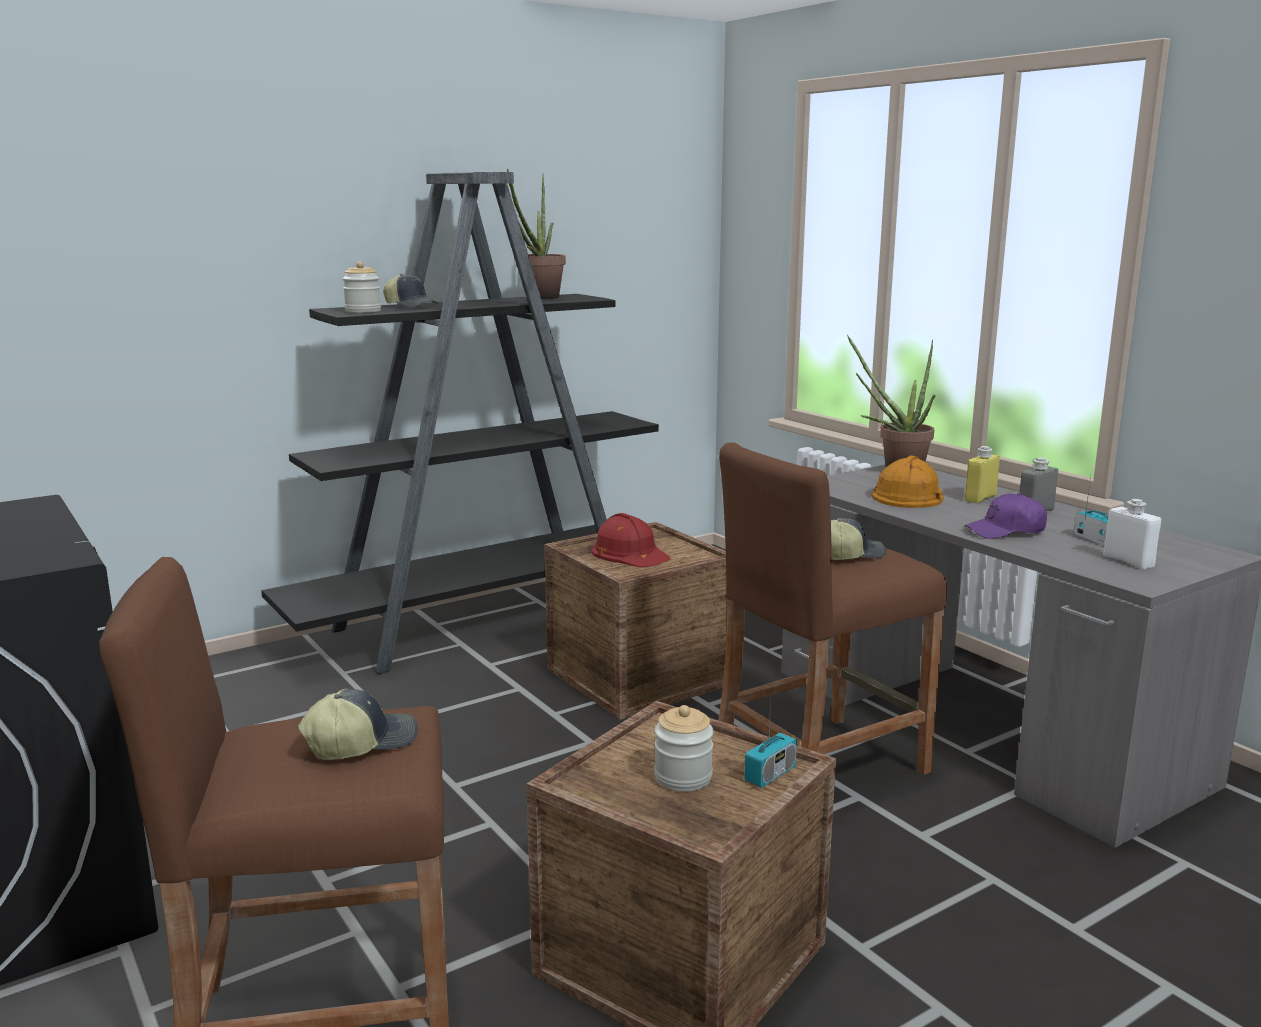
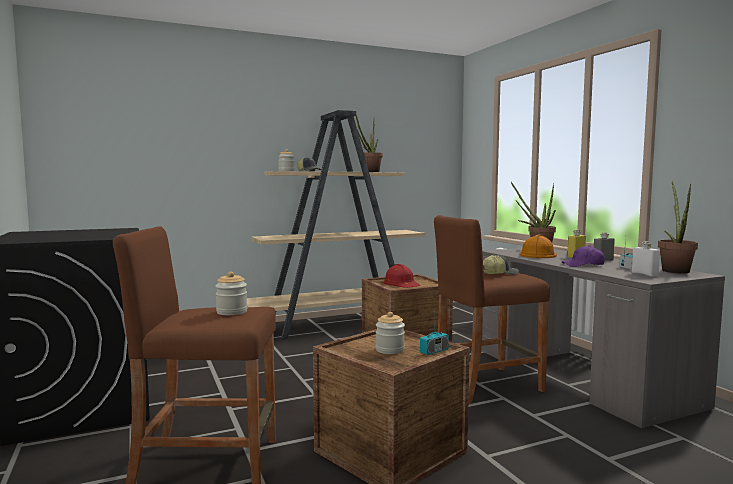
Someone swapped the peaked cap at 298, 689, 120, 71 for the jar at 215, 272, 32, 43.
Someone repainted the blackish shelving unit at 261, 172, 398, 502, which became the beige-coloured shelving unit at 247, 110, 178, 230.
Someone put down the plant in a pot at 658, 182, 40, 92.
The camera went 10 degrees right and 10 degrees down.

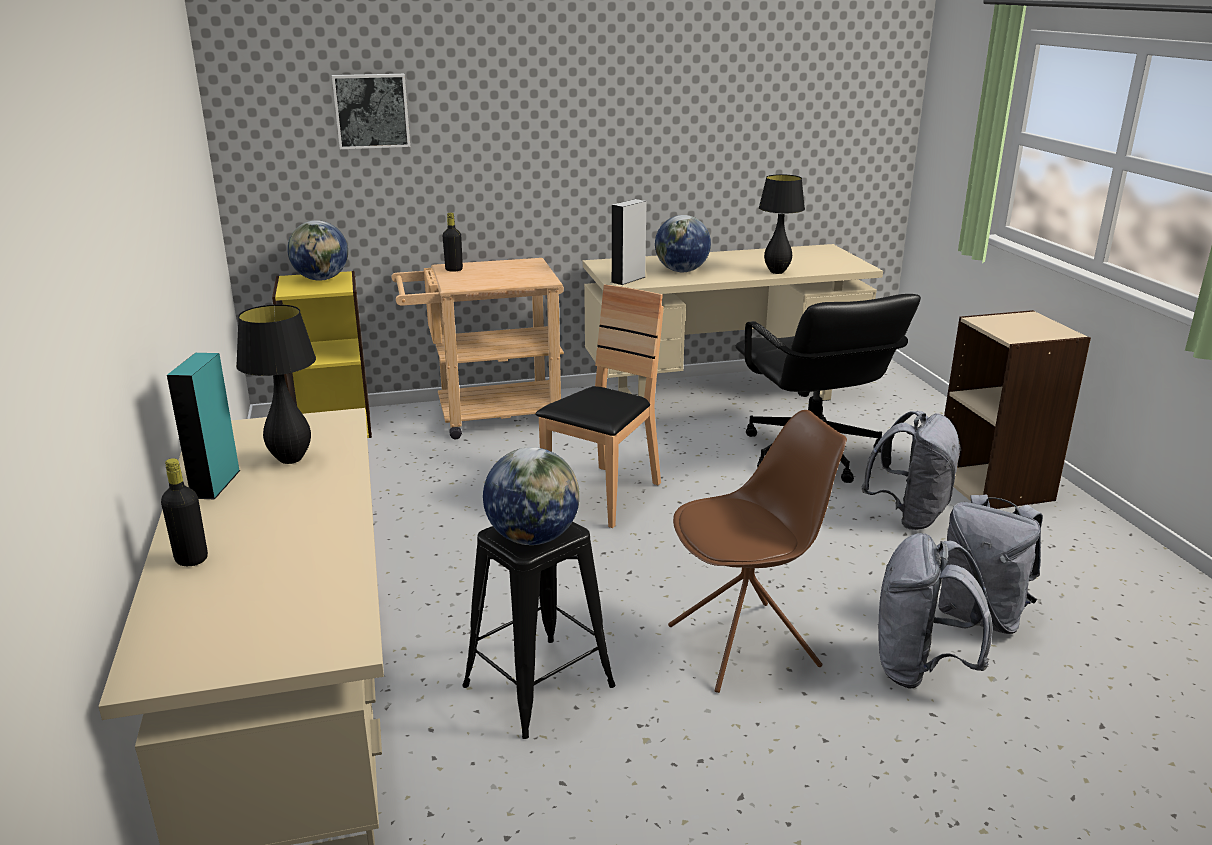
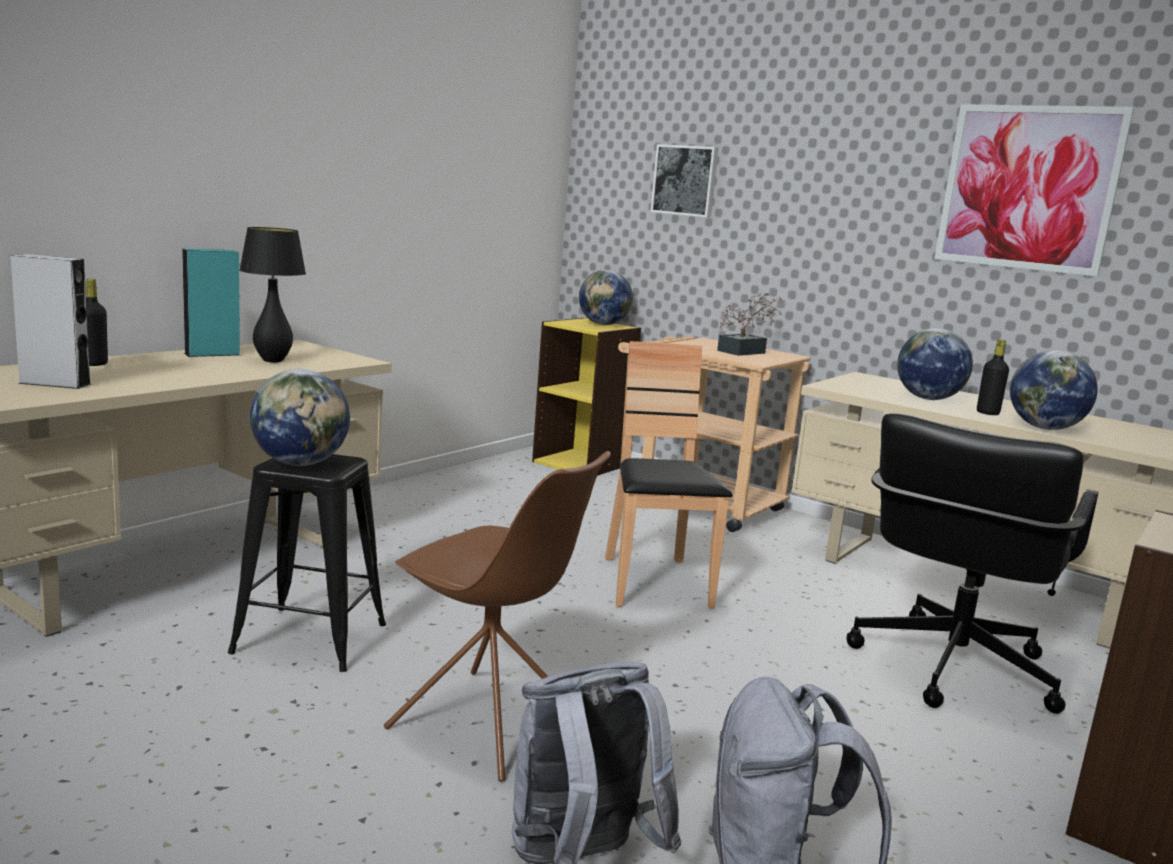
Someone carried the greyish speaker from 611, 199, 36, 86 to 11, 254, 80, 135.
Someone rotated the brownish chair at 536, 285, 128, 243 by 90 degrees counterclockwise.
Someone put down the plant in a pot at 717, 292, 65, 64.
Someone put up the wall picture at 934, 104, 200, 173.
Someone carried the blackish drink bottle from 443, 213, 20, 59 to 977, 339, 32, 76.
Someone swapped the blackish tabletop lamp at 759, 174, 46, 100 for the world globe at 1010, 350, 87, 80.
Someone took away the greyish rucksack at 861, 411, 100, 119.
The camera went 50 degrees right and 10 degrees down.

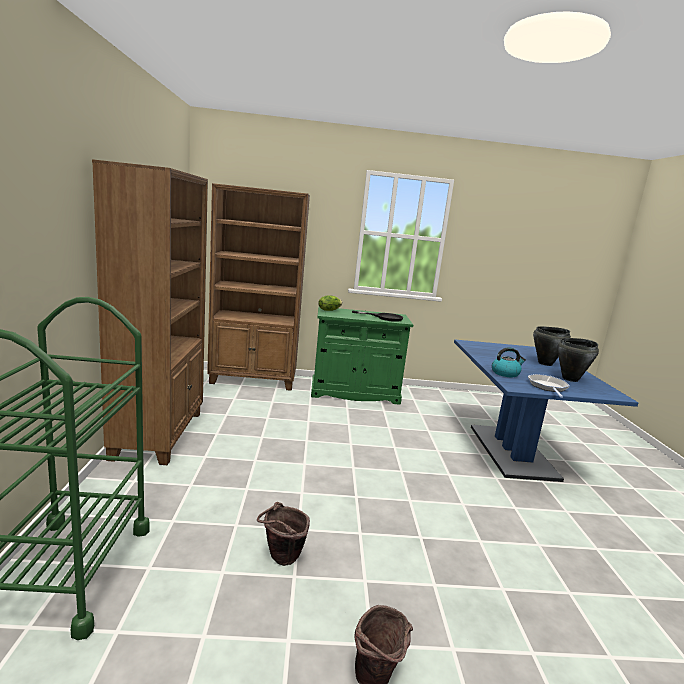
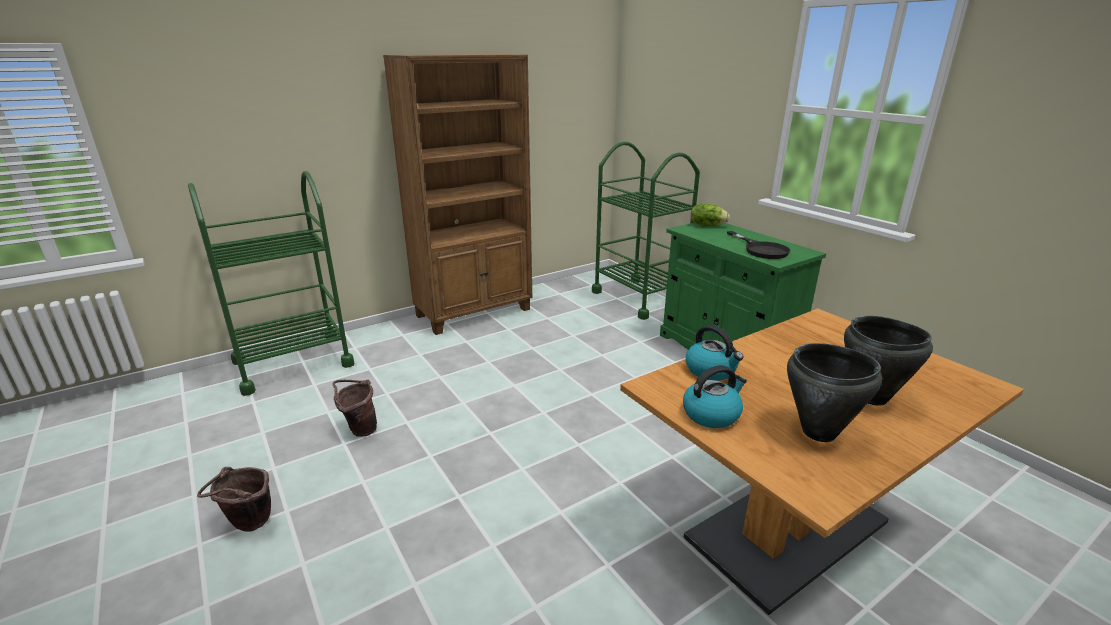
Someone swapped the brownish shelving unit at 207, 183, 103, 208 for the green-coloured wheeled cart at 592, 142, 108, 178.
Someone repainted the blue dinner table at 454, 340, 184, 142, which became the brownish dinner table at 620, 308, 404, 307.
Someone swapped the pan at 528, 374, 42, 24 for the kettle at 683, 365, 64, 63.
The camera went 60 degrees right and 10 degrees up.

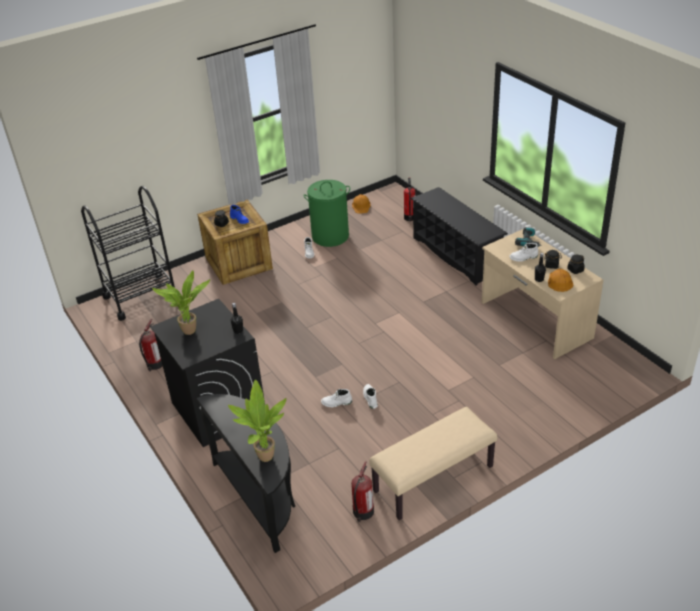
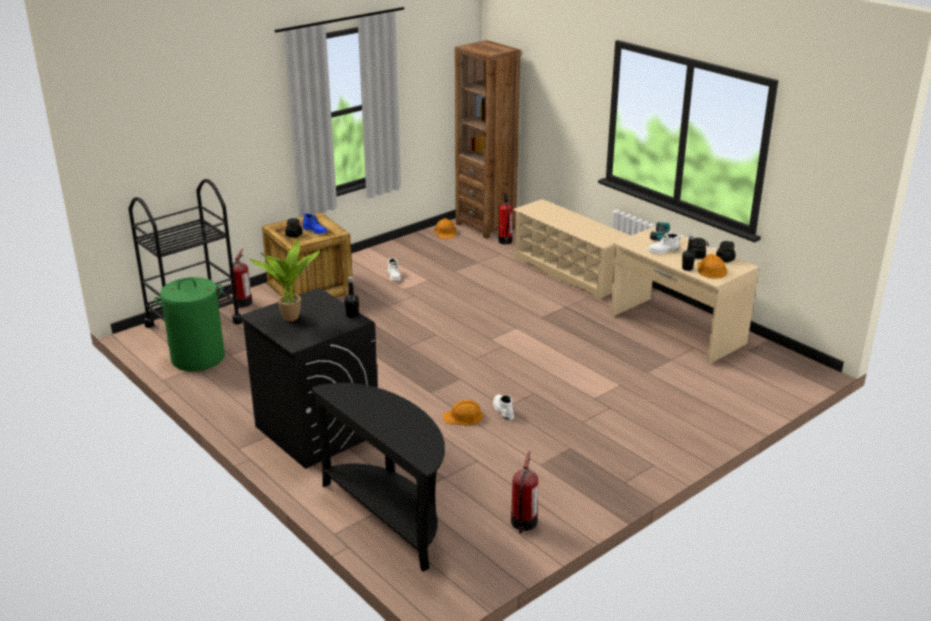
Someone carried the green-coloured laundry basket from 303, 180, 47, 67 to 154, 277, 71, 94.
Someone carried the fire-fighting cylinder from 139, 319, 24, 52 to 231, 249, 21, 60.
Someone swapped the white boot at 321, 389, 31, 18 for the orange hard hat at 443, 400, 40, 25.
Someone put down the brownish shelving unit at 455, 40, 66, 199.
Someone repainted the blackish shoe rack at 411, 187, 97, 99, which became the beige-coloured shoe rack at 513, 199, 117, 101.
Someone took away the plant in a pot at 228, 380, 59, 82.
Someone took away the beige-coloured long seat at 369, 407, 128, 113.
The camera went 10 degrees left and 10 degrees down.

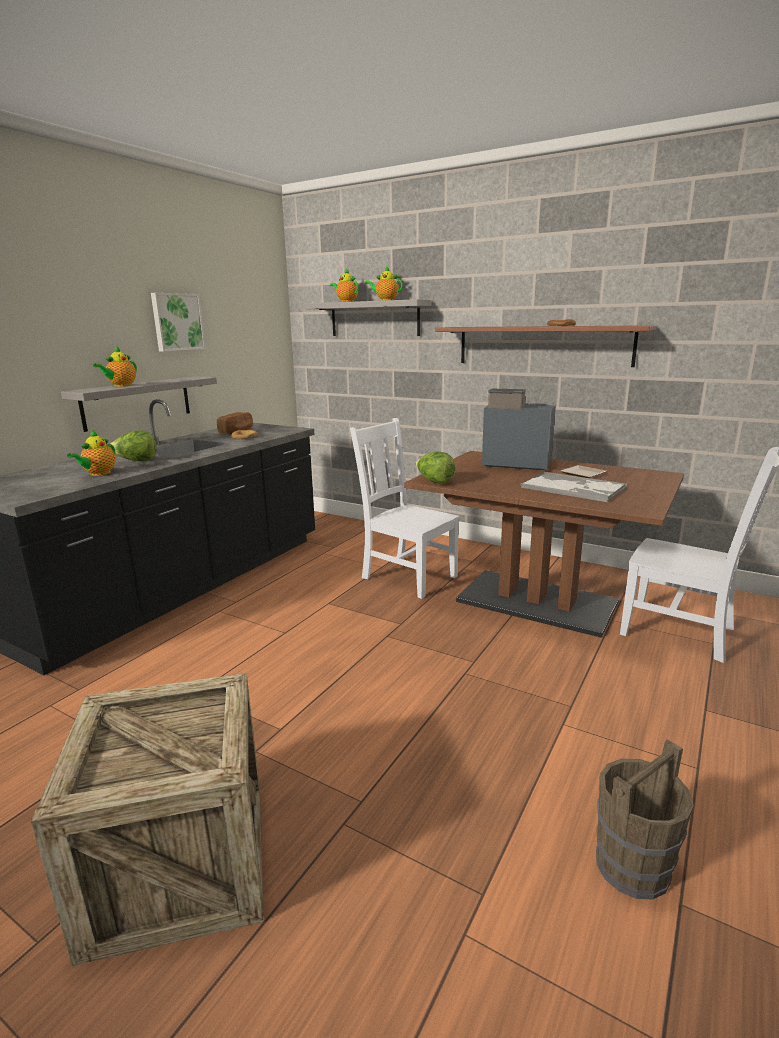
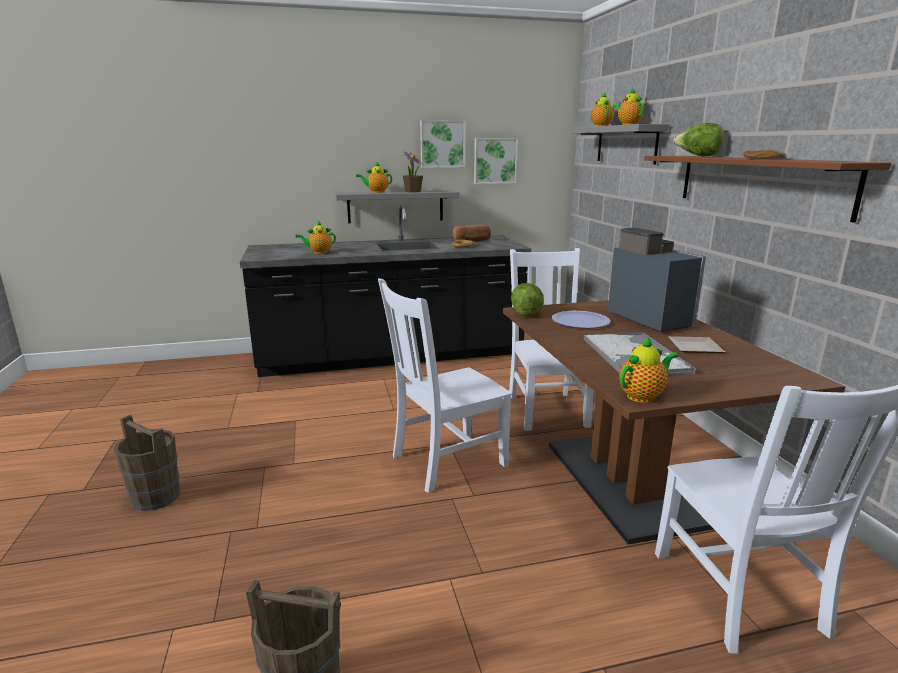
Someone swapped the crate at 31, 673, 232, 293 for the brownish pail at 114, 415, 66, 96.
Someone put down the white chair at 378, 278, 134, 215.
Someone put down the plant in a pot at 403, 152, 20, 40.
Someone put up the wall picture at 474, 138, 44, 46.
Someone put down the flat dish at 552, 311, 59, 17.
Someone put down the tea pot at 619, 336, 60, 67.
Someone carried the lettuce head from 110, 430, 47, 31 to 673, 123, 51, 33.
The camera went 45 degrees right and 0 degrees up.

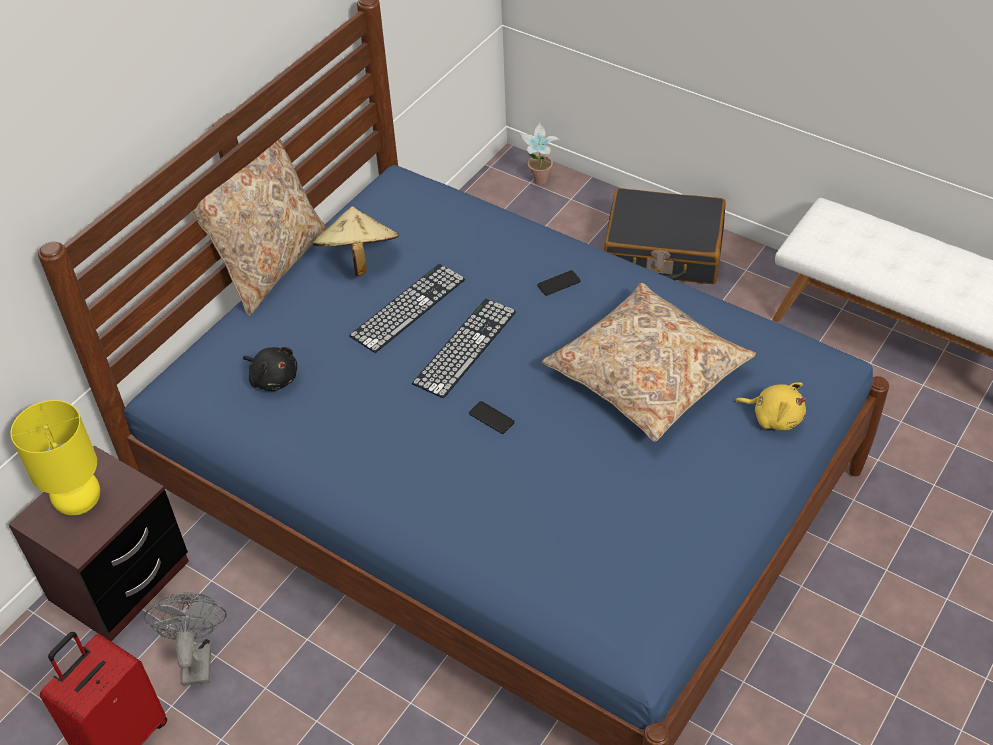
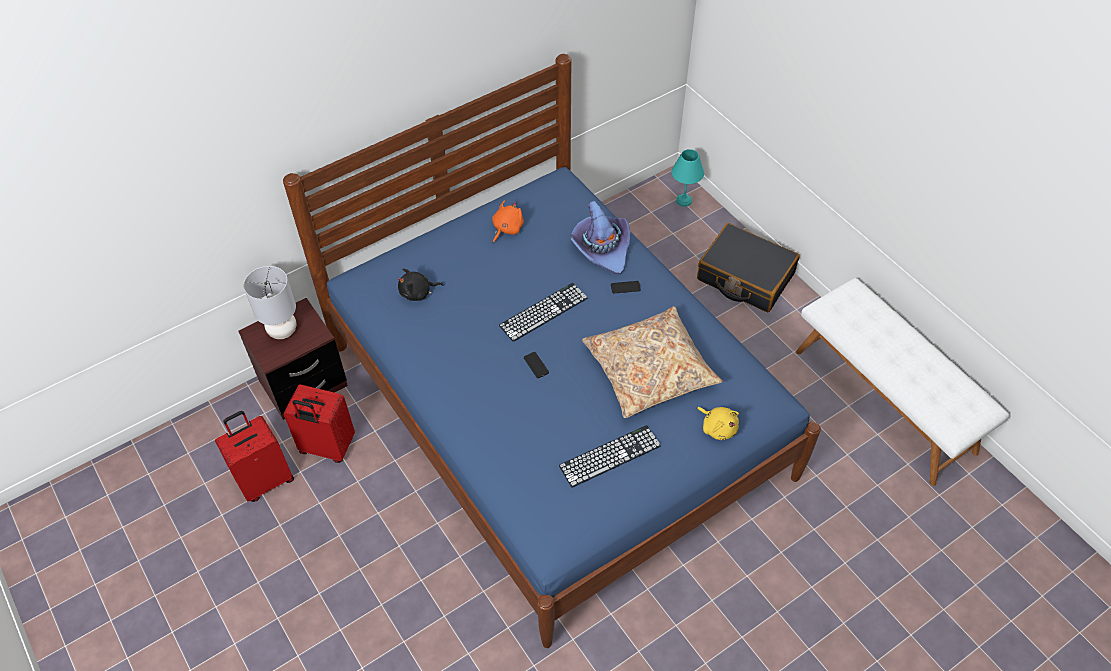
Someone repainted the yellow-coloured tabletop lamp at 11, 400, 89, 116, which became the greyish tabletop lamp at 244, 266, 52, 73.
Someone swapped the greyish cooling fan at 144, 593, 83, 93 for the reddish suitcase at 284, 384, 71, 79.
Someone rotated the blackish soft toy at 243, 347, 54, 44 by 105 degrees clockwise.
Someone swapped the beige-coloured clothing hat at 313, 206, 86, 70 for the orange soft toy at 492, 200, 32, 43.
Someone carried the PC keyboard from 349, 264, 116, 89 to 559, 425, 102, 63.
Someone put down the purple-coloured clothing hat at 570, 201, 61, 73.
Someone swapped the plant in a pot at 519, 122, 40, 63 for the blue-green tabletop lamp at 672, 149, 32, 58.
Someone took away the beige-coloured cushion at 191, 117, 136, 199.
The camera went 20 degrees right and 5 degrees up.

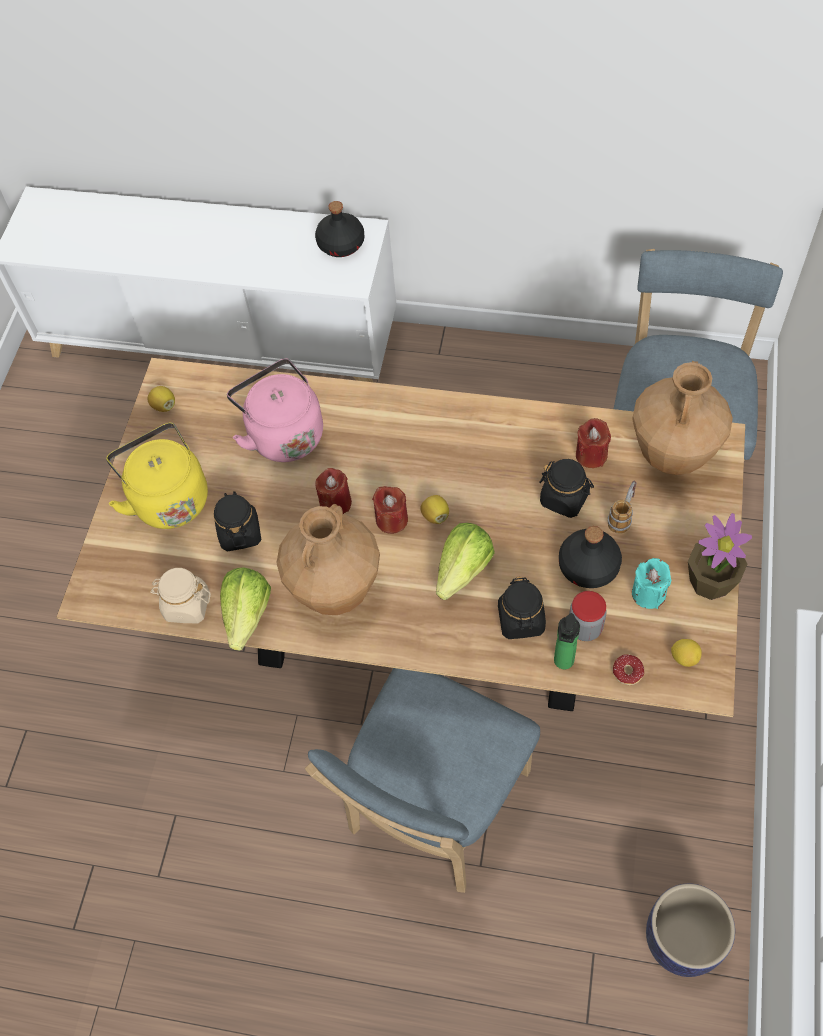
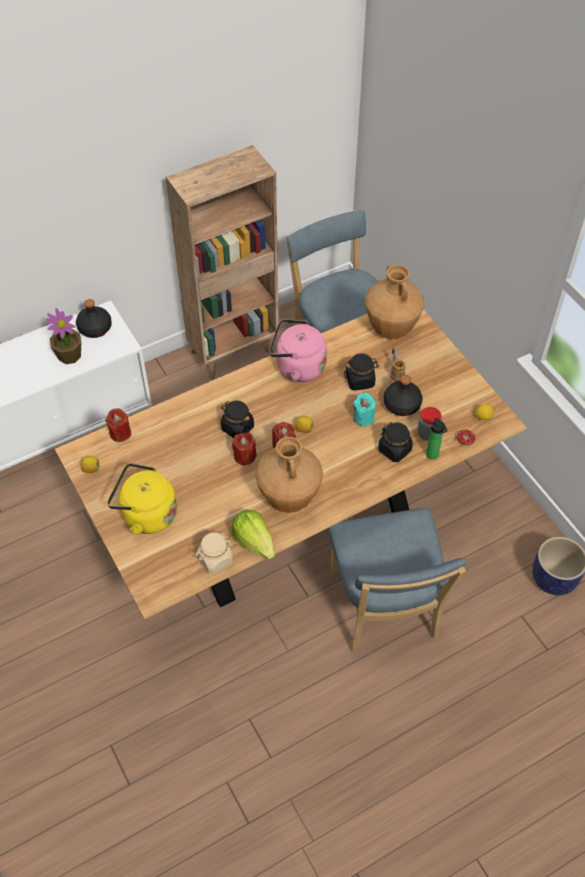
Someone carried the plant in a pot from 688, 513, 64, 87 to 46, 308, 35, 56.
Someone carried the reddish wax candle from 576, 418, 35, 50 to 105, 408, 26, 34.
Someone put down the brownish shelving unit at 166, 145, 113, 235.
Someone carried the blackish jar from 214, 491, 47, 60 to 221, 401, 33, 37.
Someone carried the pink kettle from 227, 359, 96, 103 to 269, 319, 58, 63.
Someone carried the blue-green wax candle from 632, 558, 39, 51 to 353, 393, 23, 33.
Someone took away the lettuce head at 436, 523, 59, 77.
The camera went 45 degrees left and 5 degrees down.

